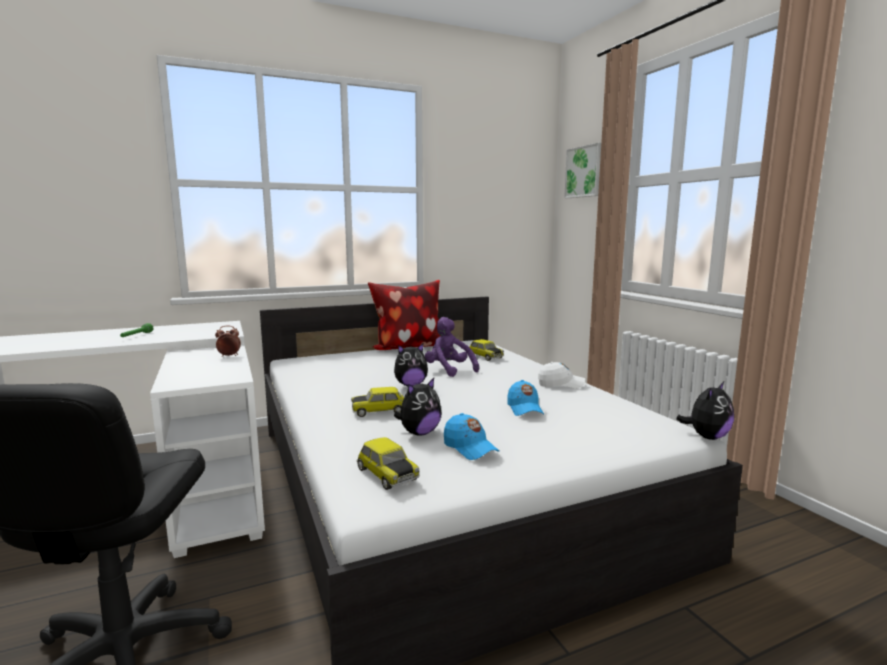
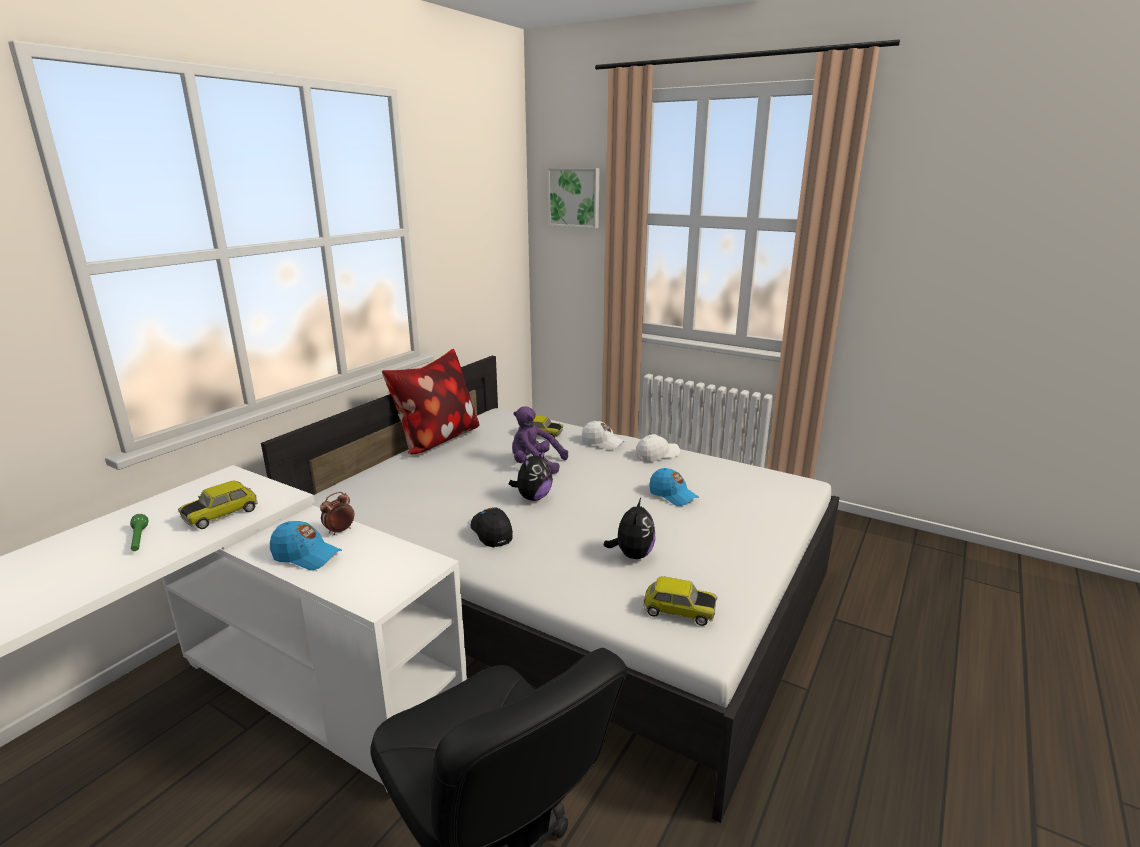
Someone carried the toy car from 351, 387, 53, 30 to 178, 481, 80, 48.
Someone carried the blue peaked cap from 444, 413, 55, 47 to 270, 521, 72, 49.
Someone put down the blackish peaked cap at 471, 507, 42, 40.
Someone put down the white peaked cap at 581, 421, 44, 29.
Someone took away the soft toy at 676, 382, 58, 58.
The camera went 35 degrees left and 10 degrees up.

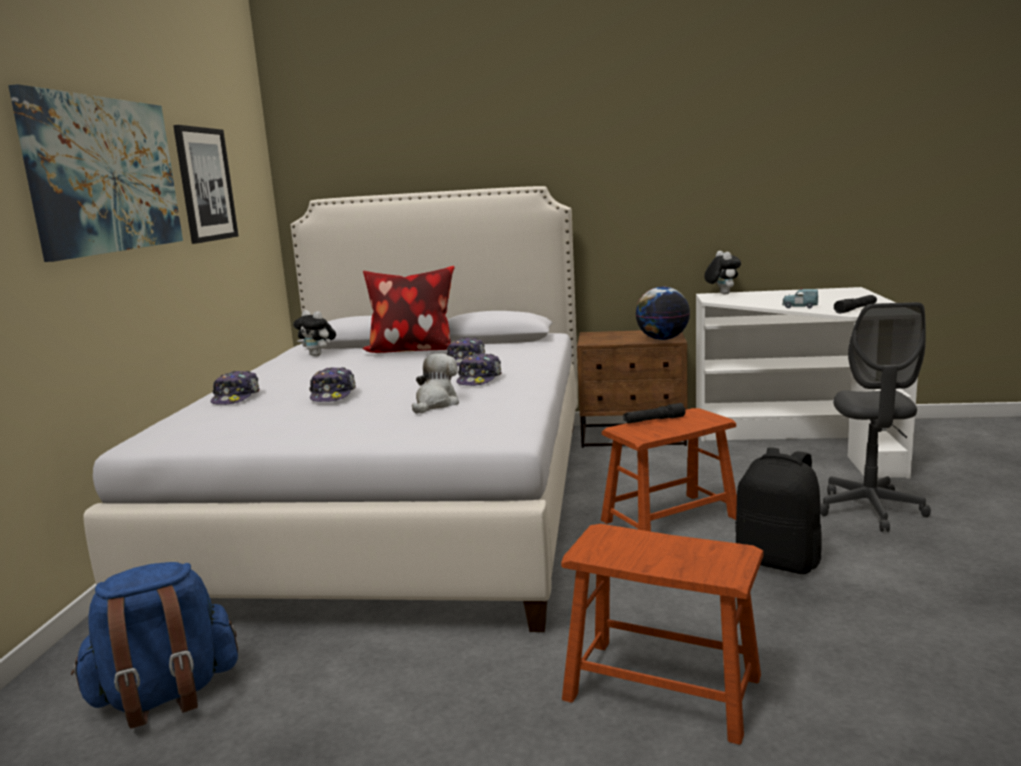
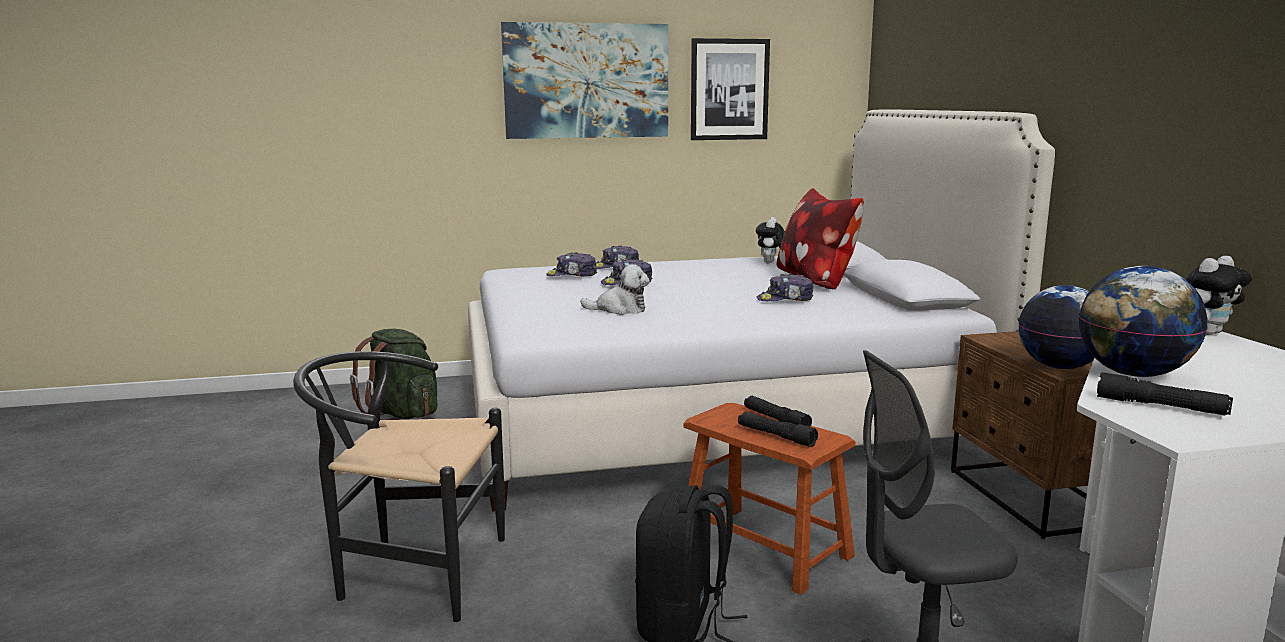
Someone swapped the brownish sitting stool at 561, 524, 203, 221 for the blackish chair at 293, 351, 212, 271.
Someone repainted the blue rucksack at 71, 562, 167, 166, which became the green-coloured rucksack at 350, 329, 87, 91.
Someone carried the peaked cap from 456, 353, 46, 33 to 546, 252, 51, 24.
Someone put down the blackish hand torch at 738, 412, 80, 35.
Someone swapped the blue toy car at 782, 288, 36, 20 for the world globe at 1079, 266, 129, 111.
The camera went 70 degrees right and 0 degrees up.

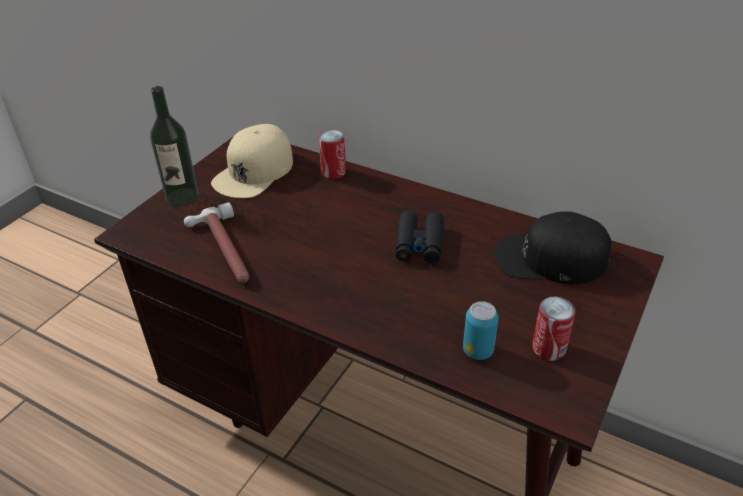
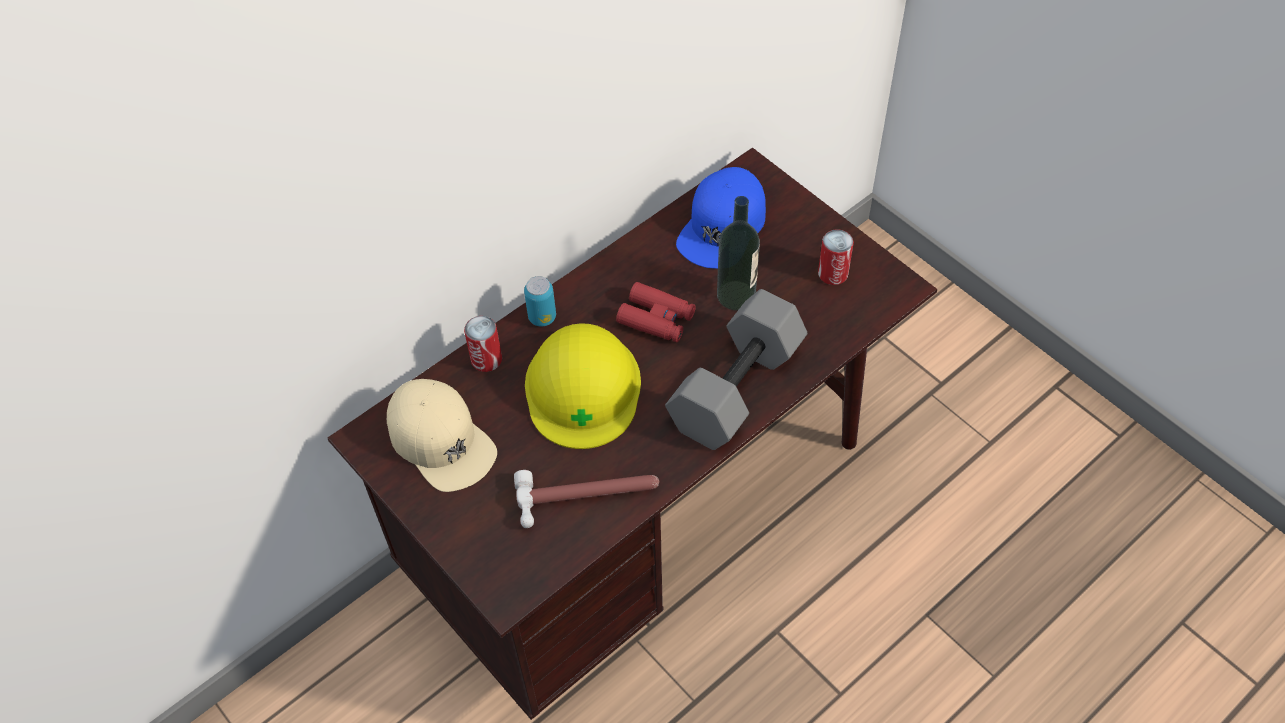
Someone carried the can from 463, 301, 36, 59 to 524, 276, 32, 51.
Someone put down the yellow-coloured hard hat at 525, 323, 116, 126.
Someone repainted the blackish binoculars at 396, 211, 48, 52, which became the reddish binoculars at 616, 282, 80, 60.
Someone put down the greyish hand weight at 665, 289, 143, 161.
Someone repainted the blackish peaked cap at 494, 211, 117, 74, which became the blue peaked cap at 676, 167, 90, 102.
Someone carried the drink bottle from 150, 86, 49, 121 to 717, 196, 43, 114.
The camera went 70 degrees left and 15 degrees up.

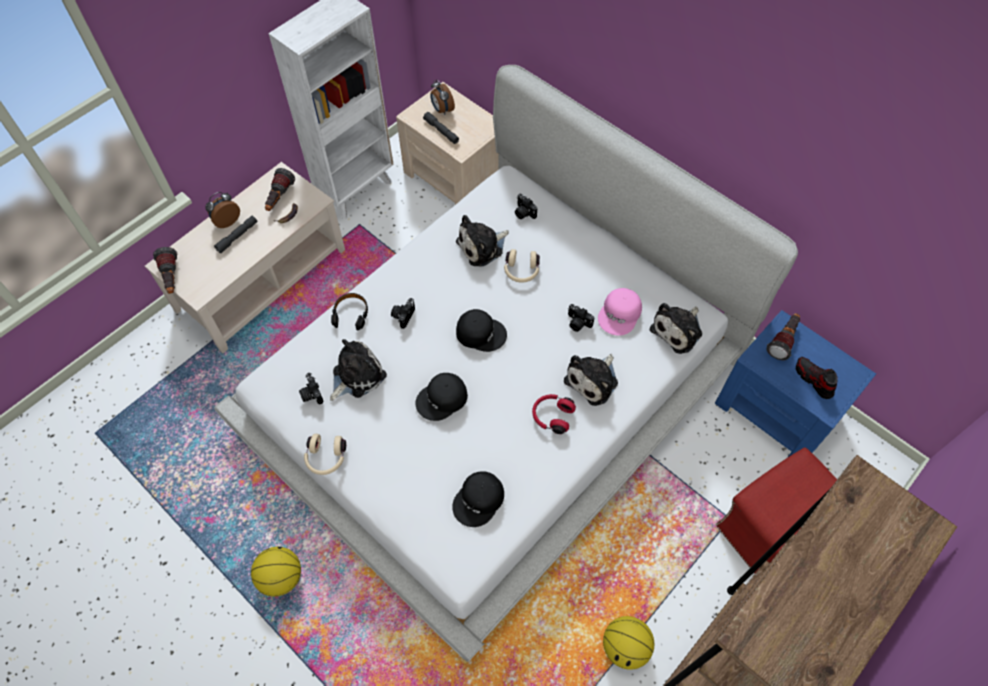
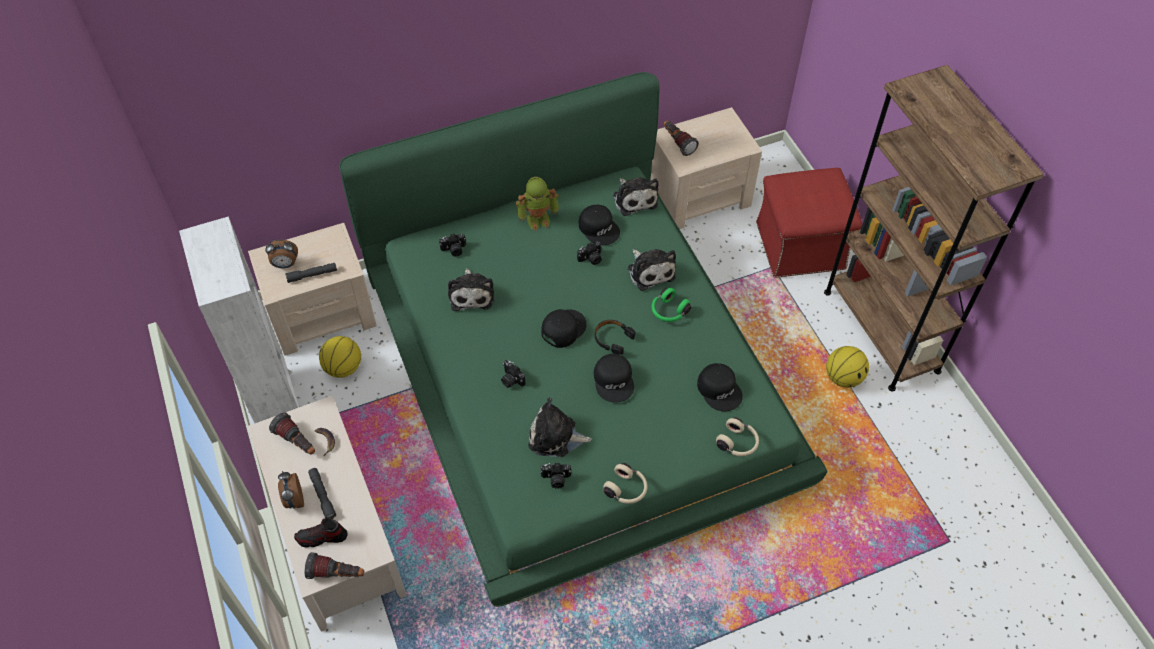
Someone carried the shoe from 796, 357, 42, 42 to 294, 518, 54, 30.
Someone carried the ball for basketball from 251, 547, 50, 50 to 319, 336, 42, 42.
Someone repainted the white sleeping bed at 214, 65, 584, 597, which became the green-coloured sleeping bed at 339, 72, 488, 535.
Someone put down the toy robot at 515, 177, 44, 54.
Someone rotated the soft toy at 330, 339, 57, 62 by 60 degrees counterclockwise.
Someone repainted the pink peaked cap at 598, 288, 44, 48, which became the blackish peaked cap at 579, 205, 41, 40.
Someone carried the blackish headphones from 331, 293, 37, 37 to 595, 320, 40, 35.
Someone repainted the blue night table at 715, 310, 161, 147, which became the beige-coloured night table at 650, 107, 112, 122.
Someone repainted the reddish headphones at 532, 394, 44, 40, which became the green-coloured headphones at 652, 288, 39, 34.
Someone carried the beige-coloured headphones from 504, 249, 36, 34 to 716, 417, 43, 39.
The camera went 65 degrees left and 5 degrees down.

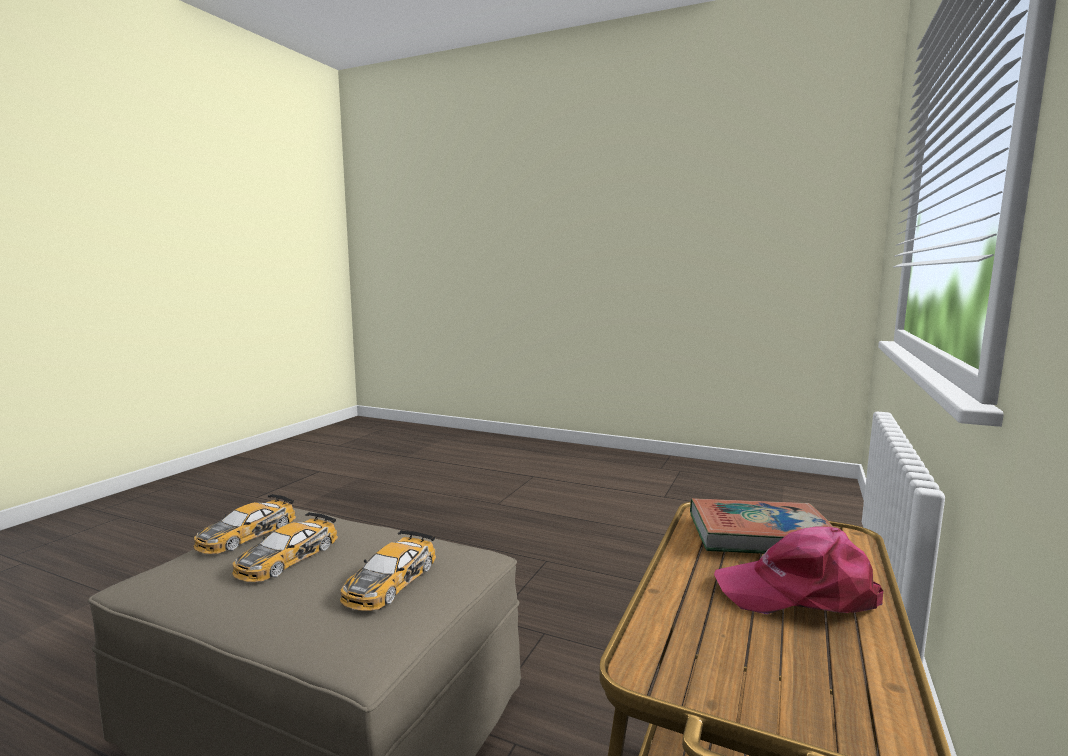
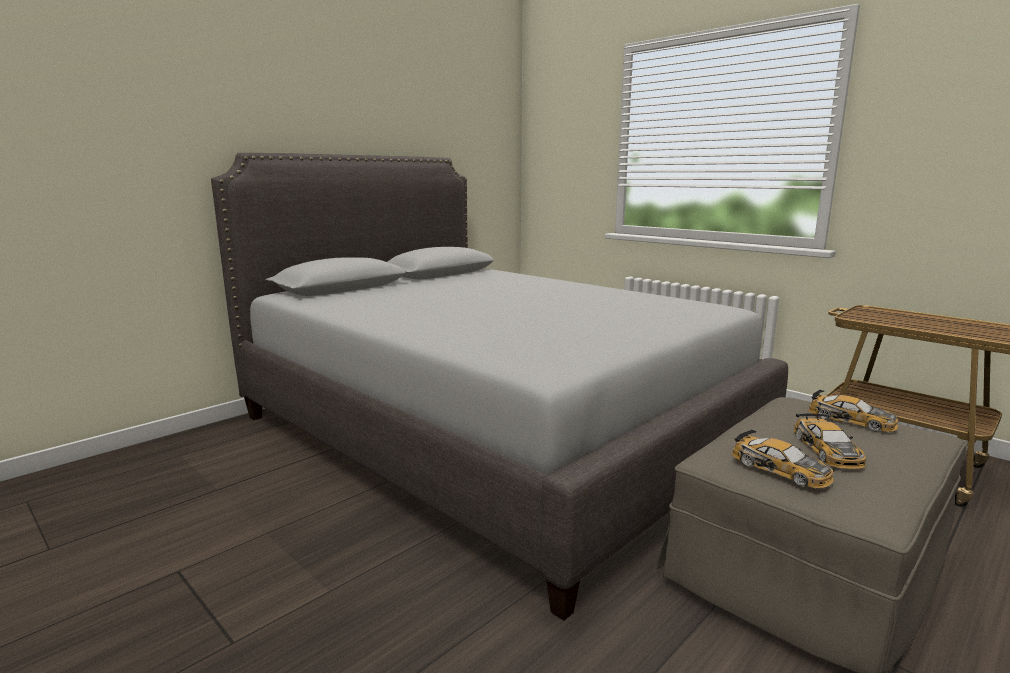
Someone put down the greyish sleeping bed at 211, 153, 577, 467.
Someone rotated the toy car at 232, 512, 106, 70 by 45 degrees clockwise.
Someone took away the book at 690, 498, 143, 56.
Someone took away the pink peaked cap at 714, 526, 169, 88.
The camera went 70 degrees left and 5 degrees up.

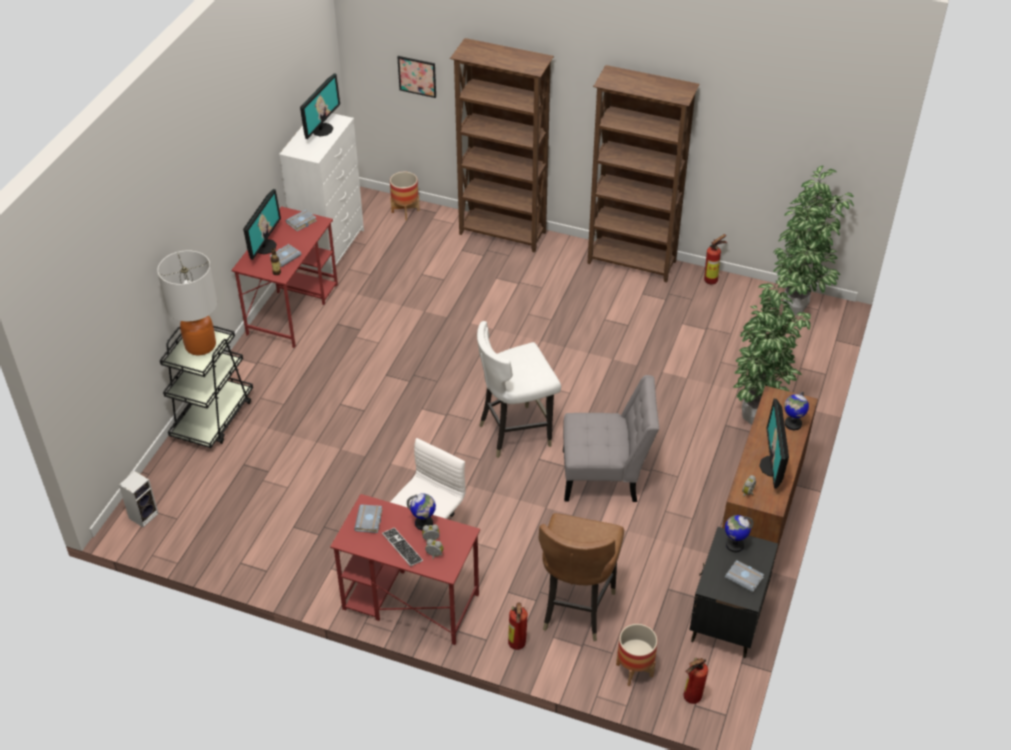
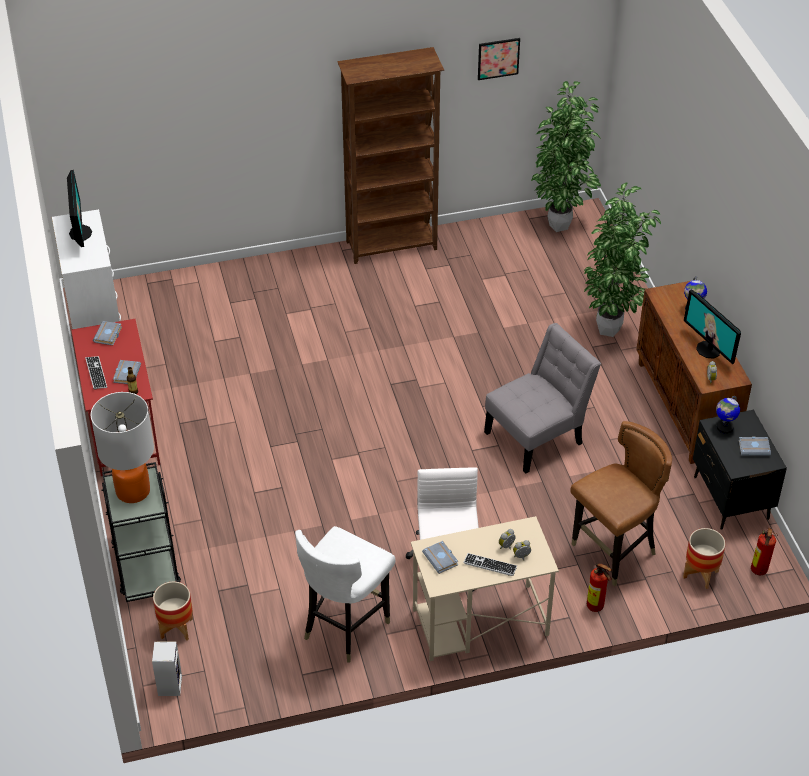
Someone swapped the computer display at 243, 189, 38, 71 for the PC keyboard at 85, 356, 22, 34.
Someone carried the flower pot from 390, 172, 30, 48 to 153, 582, 40, 59.
Someone carried the white chair from 477, 321, 84, 137 to 295, 526, 101, 137.
Someone repainted the reddish desk unit at 330, 494, 150, 151, which became the beige-coloured desk unit at 411, 516, 148, 145.
Someone carried the wall picture from 397, 56, 39, 42 to 478, 38, 42, 42.
Someone rotated the brownish chair at 539, 513, 85, 128 by 105 degrees counterclockwise.
Someone took away the world globe at 407, 494, 29, 36.
Someone took away the brownish shelving unit at 450, 38, 104, 214.
Someone took away the fire-fighting cylinder at 704, 234, 23, 50.
The camera went 35 degrees left and 0 degrees up.

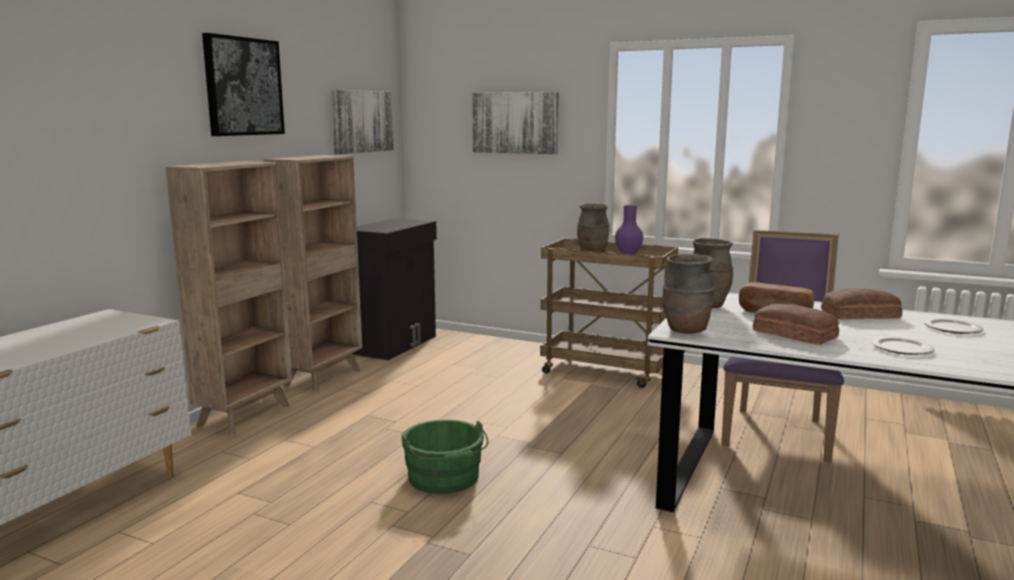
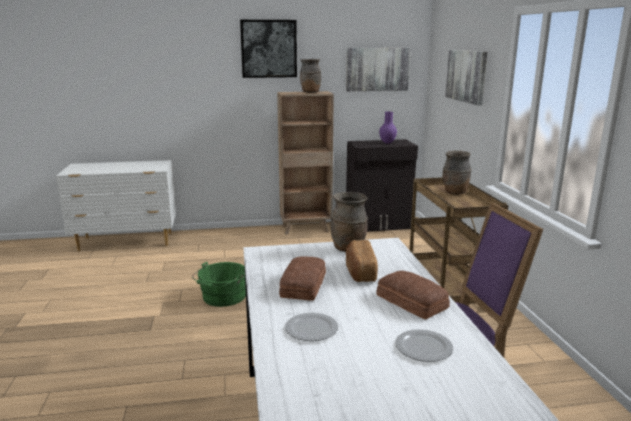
Someone carried the brownish flower vase from 662, 254, 53, 79 to 300, 59, 21, 34.
Someone carried the purple-coloured flower vase from 615, 205, 28, 50 to 379, 112, 18, 32.
Someone took away the brownish shelving unit at 166, 161, 126, 273.
The camera went 55 degrees right and 5 degrees up.

